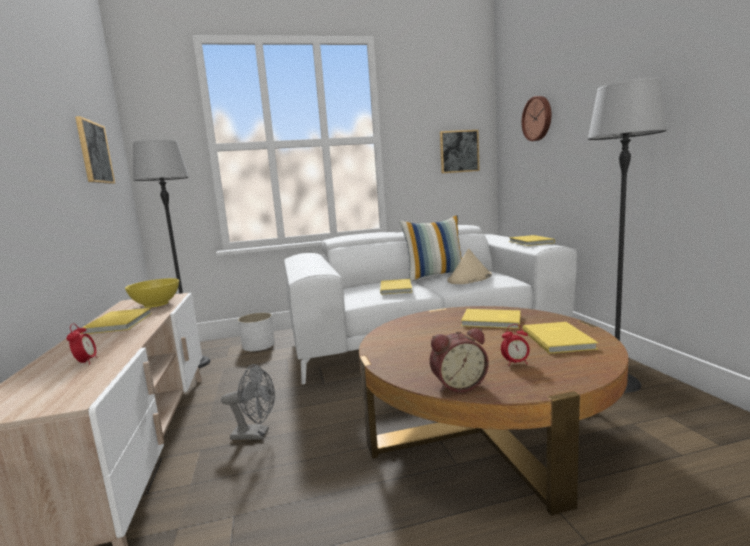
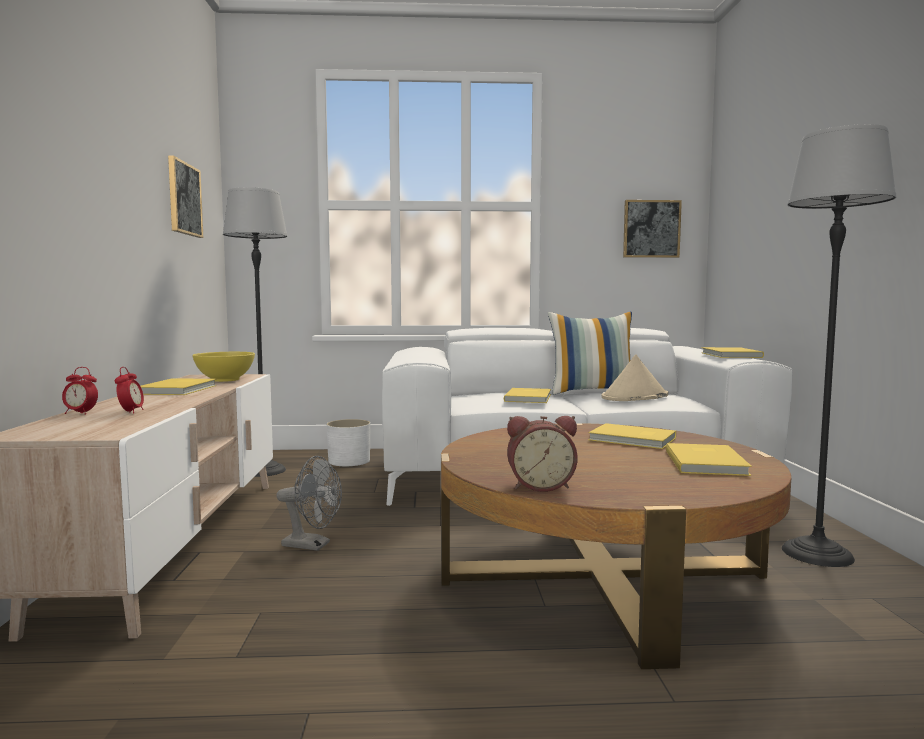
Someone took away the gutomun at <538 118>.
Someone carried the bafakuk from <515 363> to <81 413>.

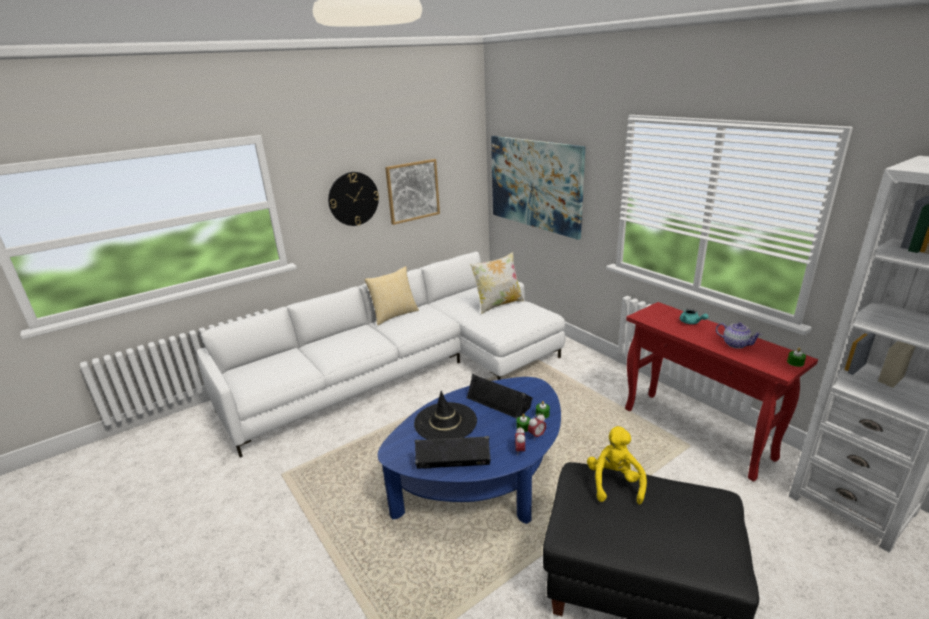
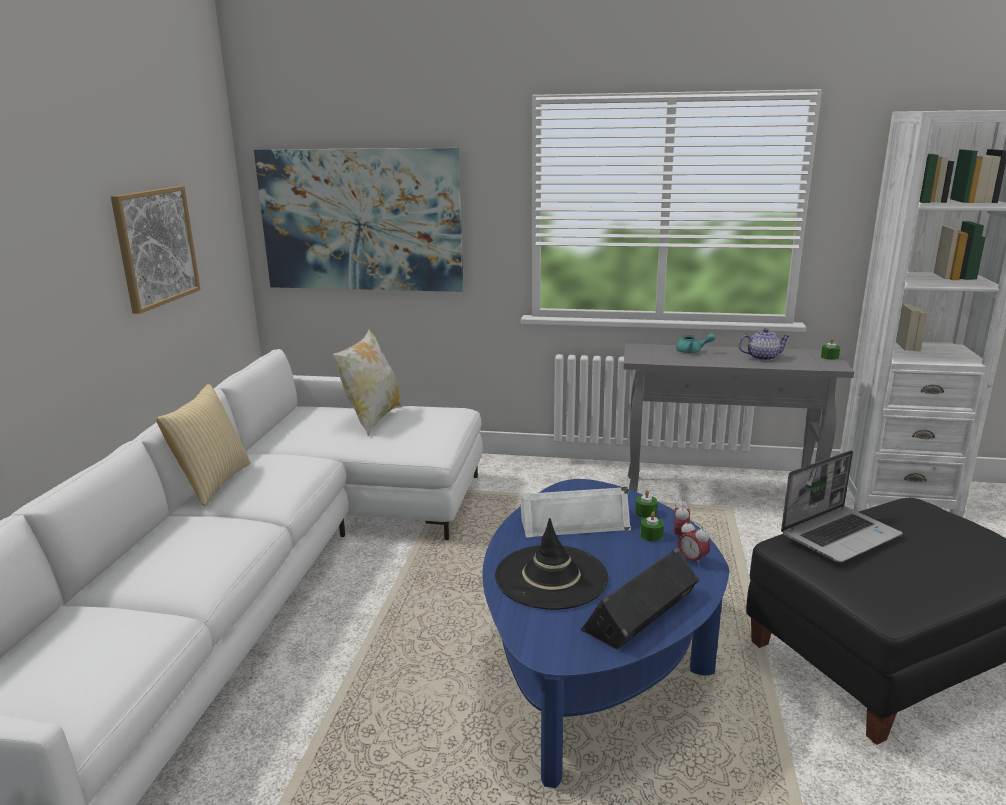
Someone took away the gutomun at <353 199>.
Someone repainted the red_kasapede at <697 433>, which became the grey_kasapede at <720 494>.
Someone repainted the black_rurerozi at <499 401>, which became the white_rurerozi at <574 522>.
Someone swapped the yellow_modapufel at <614 483> for the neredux at <840 535>.

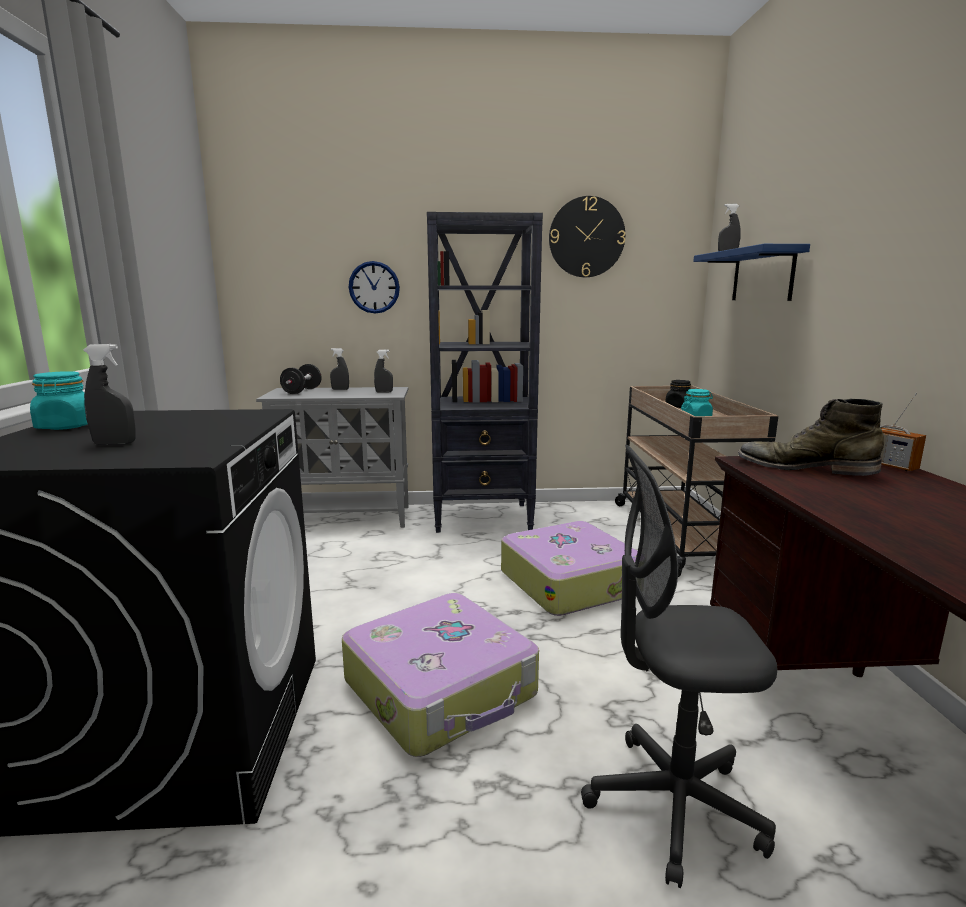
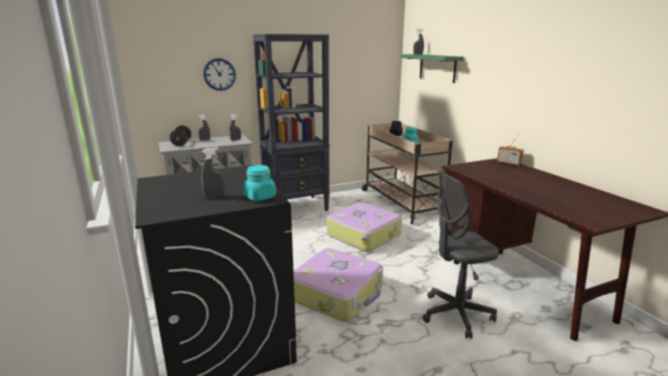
Someone took away the gutomun at <586 237>.
Someone repainted the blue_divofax at <762 275>, which became the green_divofax at <437 68>.
Someone carried the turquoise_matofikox from <66 426> to <260 197>.
Someone took away the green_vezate at <804 467>.

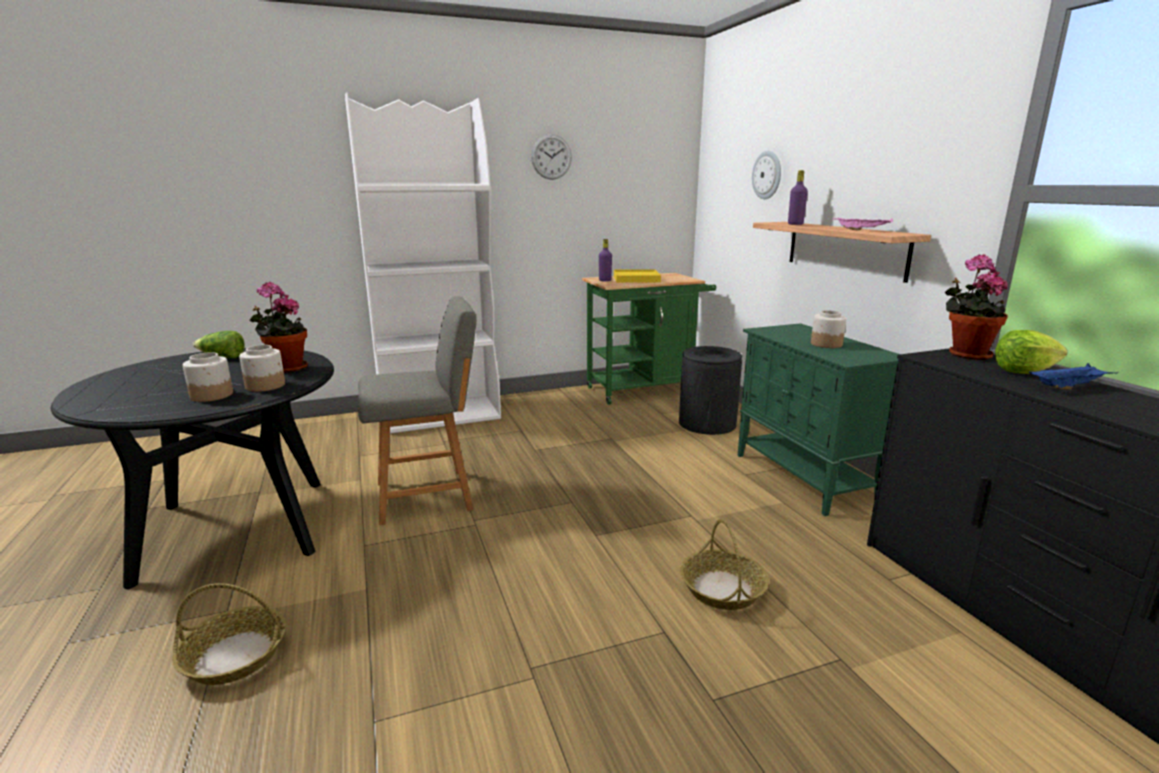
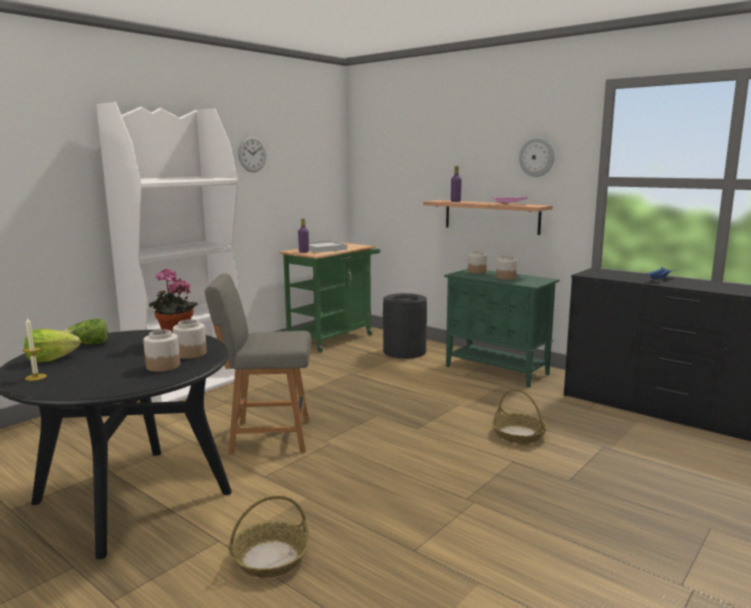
Someone carried the gutomun from <767 175> to <537 157>.
Someone took away the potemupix at <965 354>.
Someone repainted the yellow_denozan at <636 279>, which became the white_denozan at <324 249>.
Someone rotated the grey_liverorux at <428 495> by 135 degrees counterclockwise.
Someone carried the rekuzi from <1024 371> to <51 359>.
Someone put down the matofikox at <477 271>.
Someone put down the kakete at <36 377>.

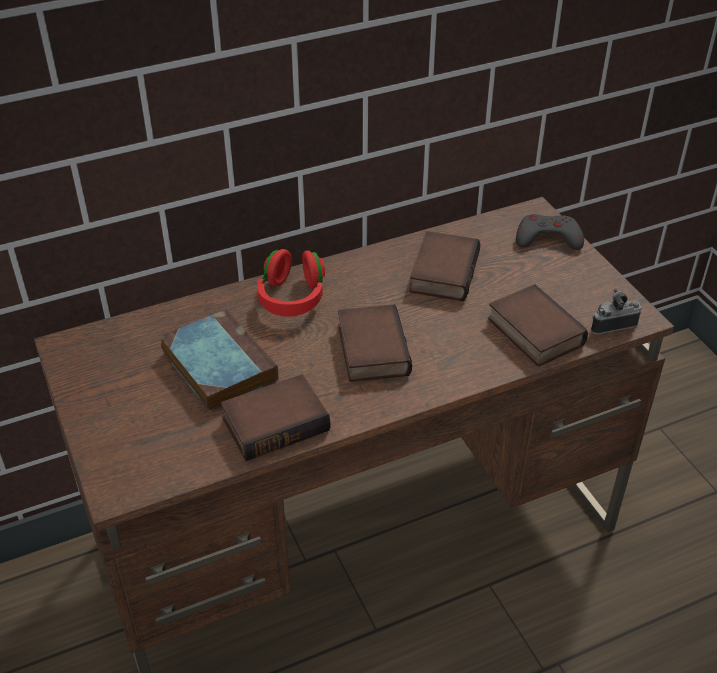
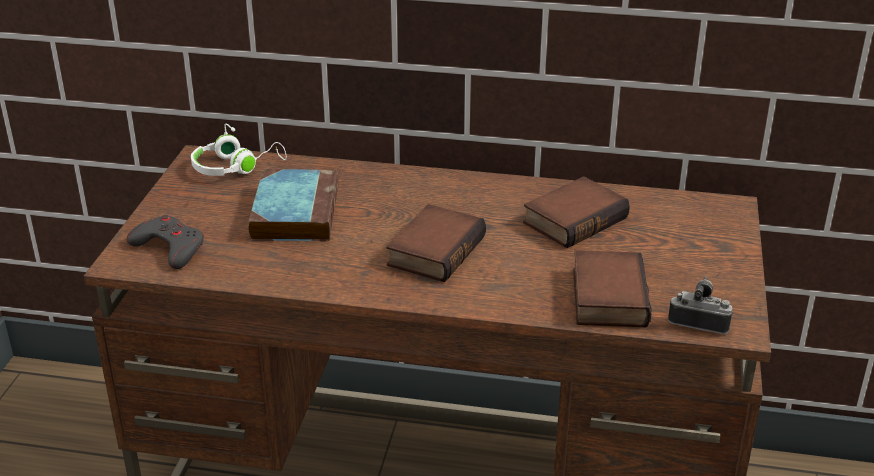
Someone carried the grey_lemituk from <548 238> to <169 248>.
Someone took away the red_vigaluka at <292 298>.
Someone took away the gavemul at <276 422>.
Someone put down the white_vigaluka at <236 167>.

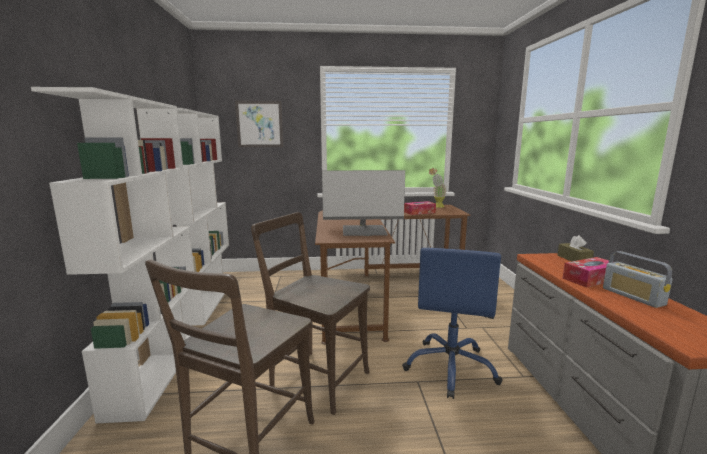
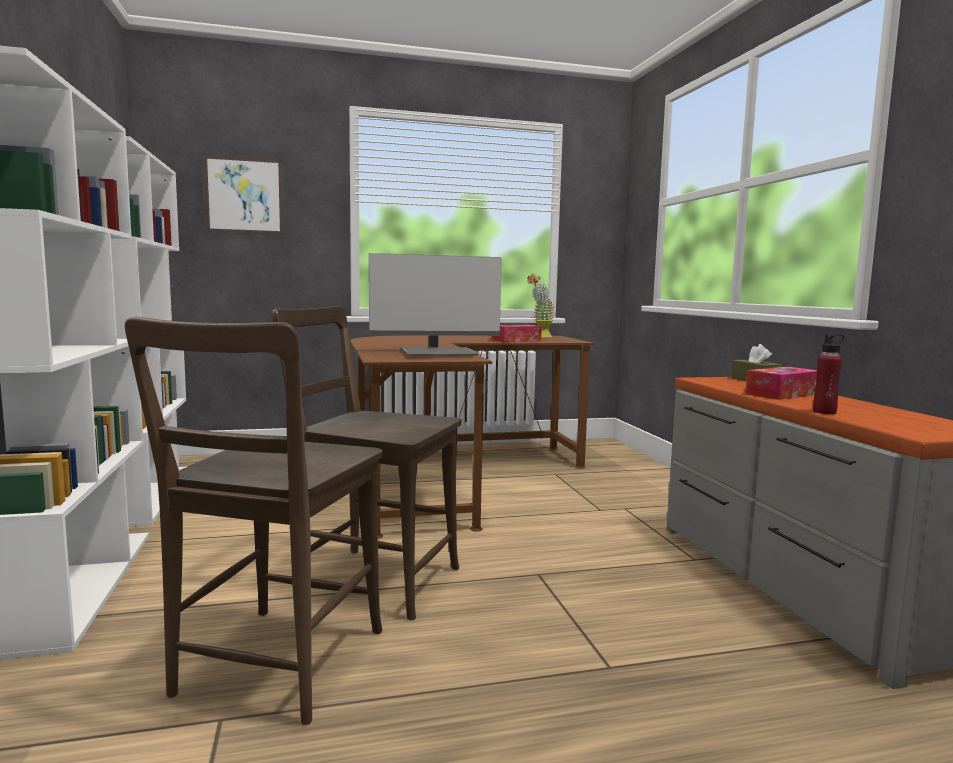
Someone took away the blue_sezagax at <451 368>.
Someone took away the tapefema at <633 296>.
Someone put down the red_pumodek at <824 412>.

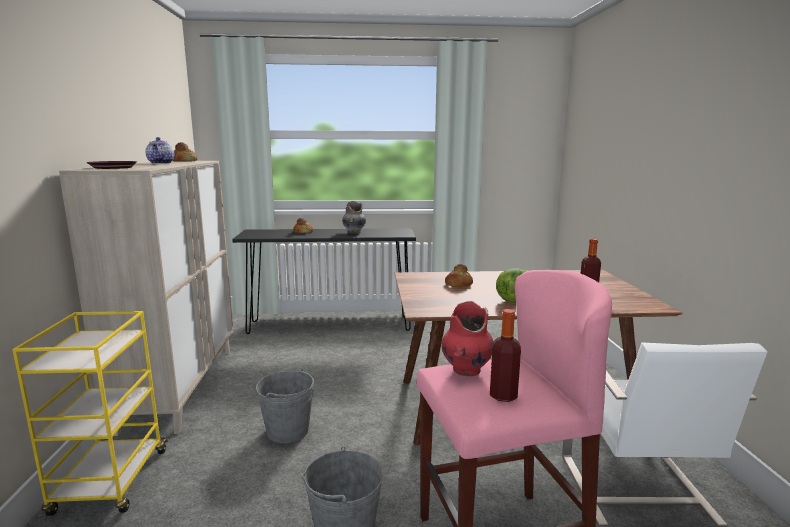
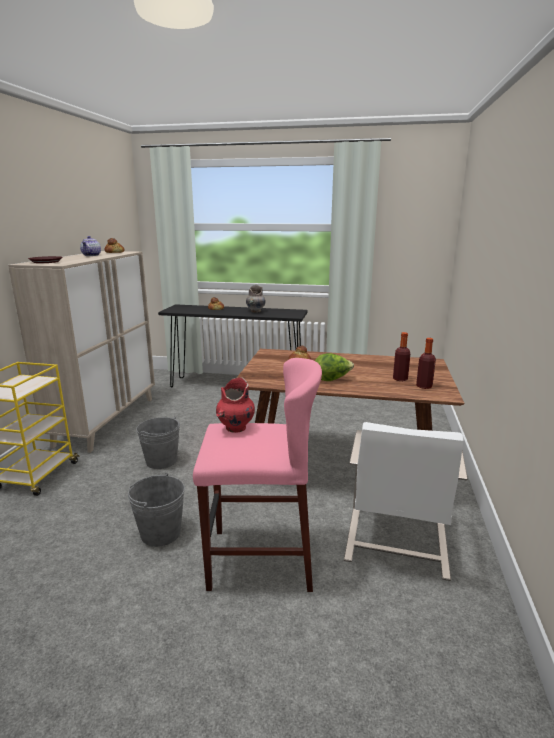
Someone carried the pumodek from <503 395> to <424 386>.

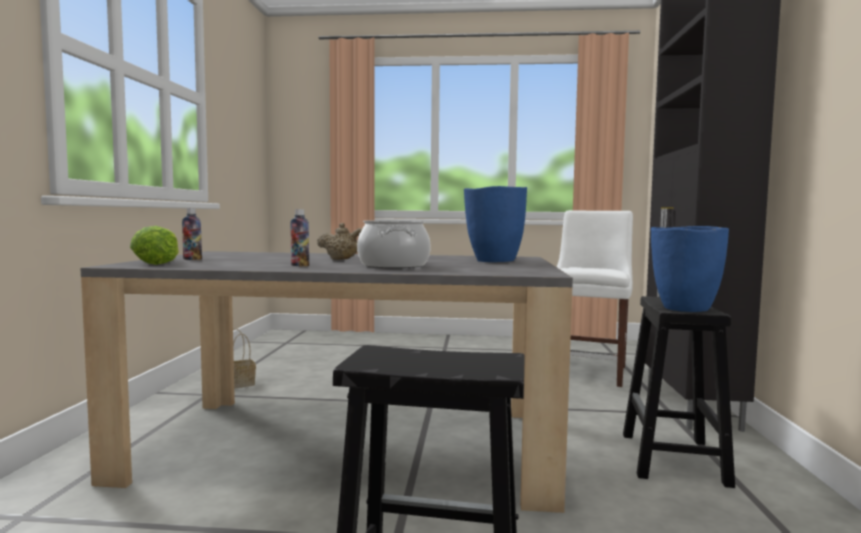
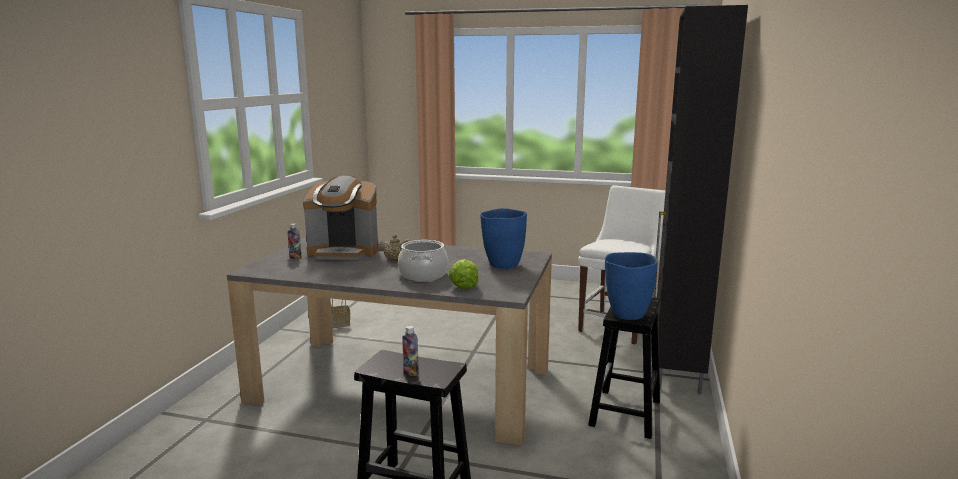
Someone carried the pumodek from <300 265> to <411 372>.
Someone carried the rekuzi from <158 263> to <463 284>.
Someone put down the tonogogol at <344 252>.

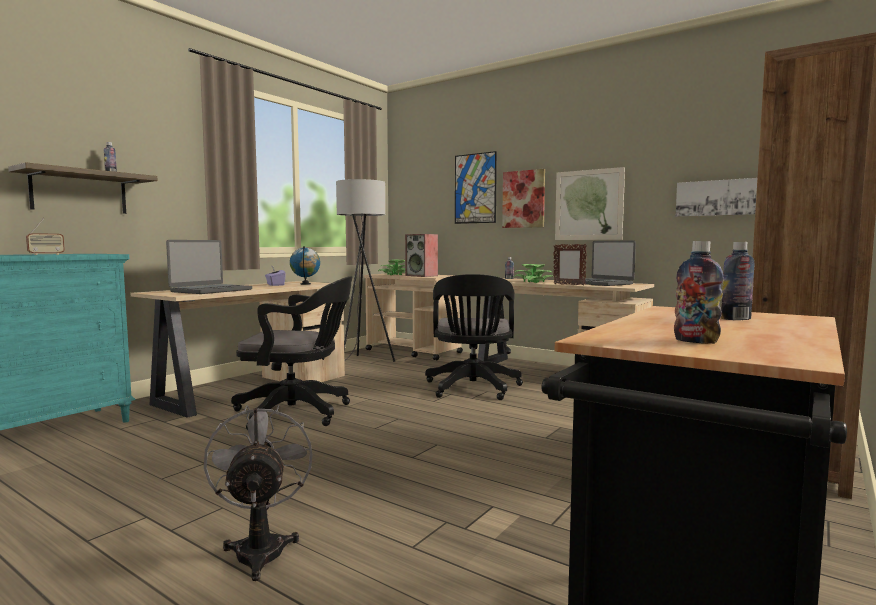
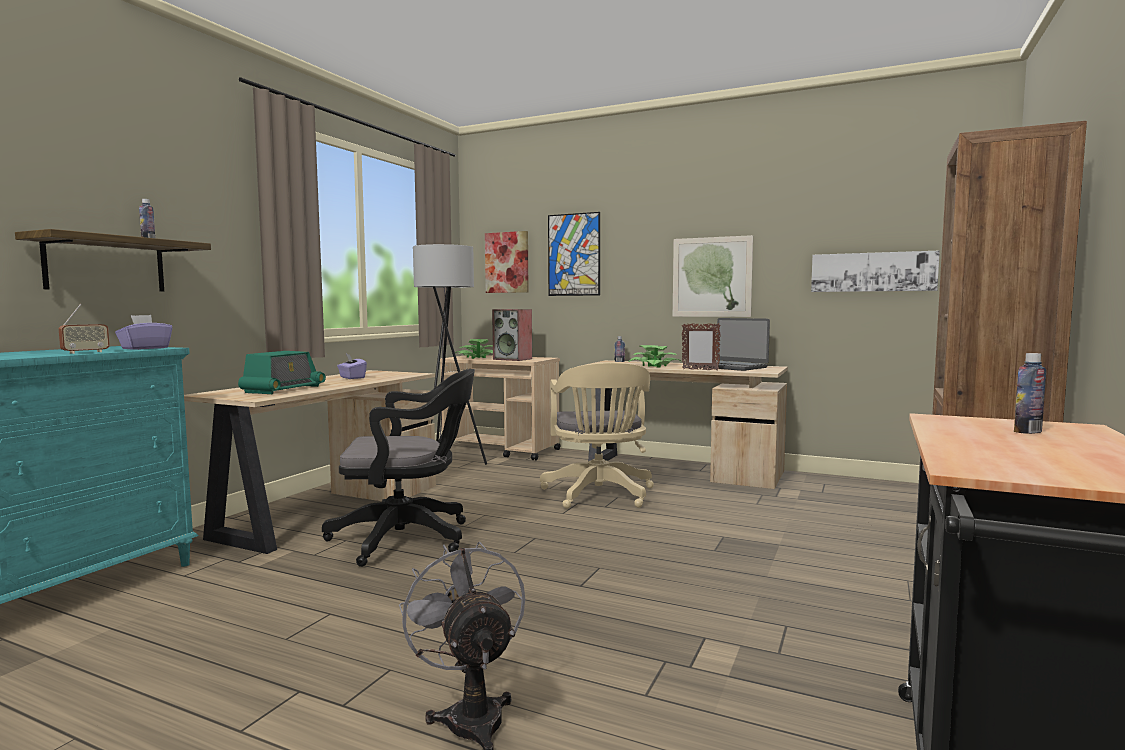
Someone carried the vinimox from <523 199> to <507 262>.
Someone swapped the neredux at <211 290> for the tapefema at <283 389>.
Someone took away the pumodek at <696 341>.
Someone took away the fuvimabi at <305 284>.
Someone repainted the black_sezagax at <472 389>, which became the beige_sezagax at <599 495>.
Someone put down the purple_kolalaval at <145 348>.

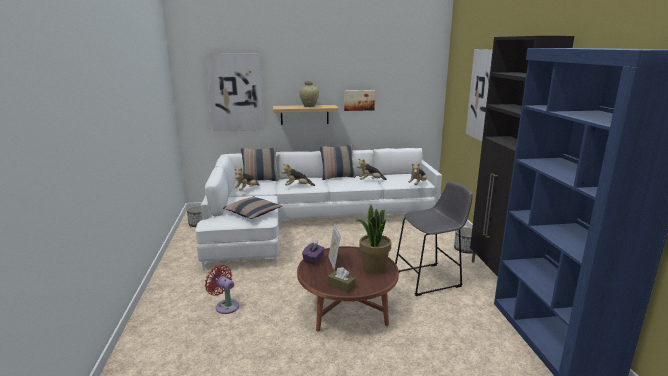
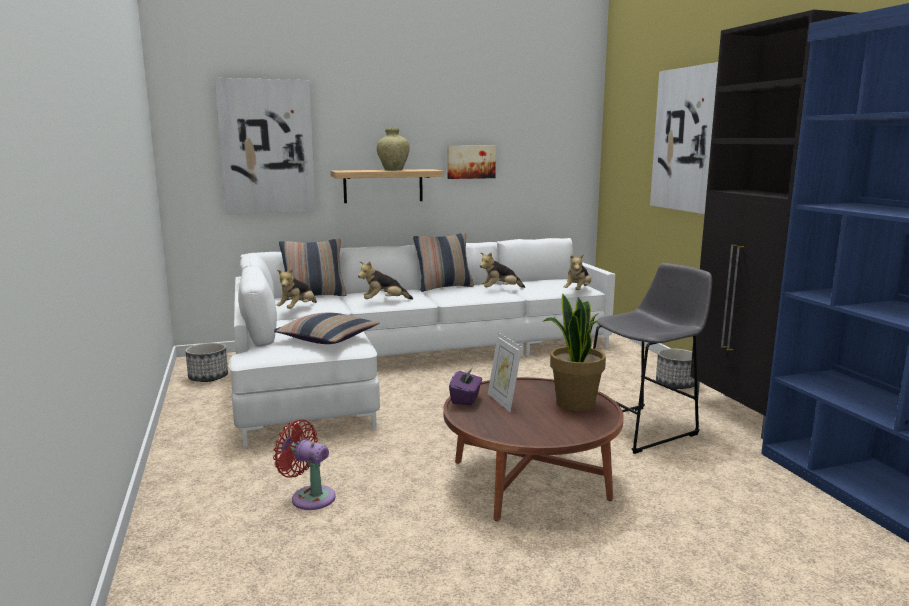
Someone took away the brown_kolalaval at <341 286>.

